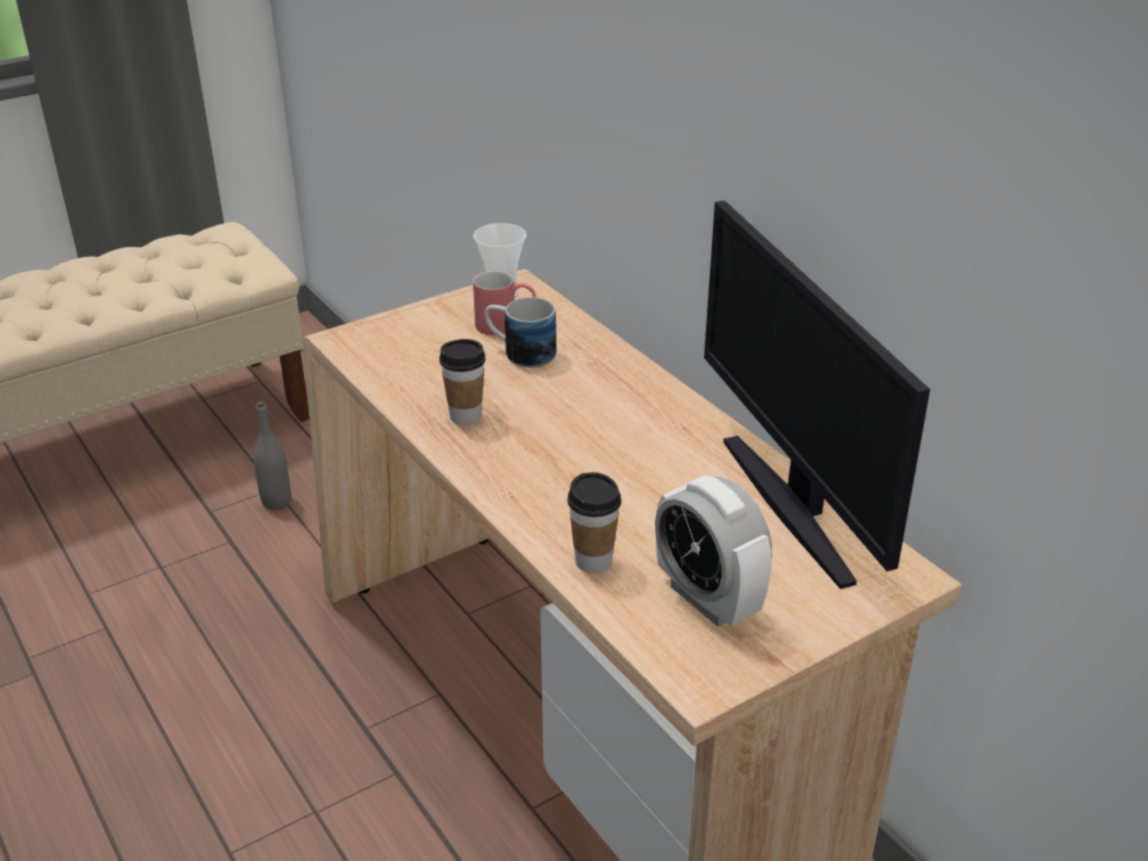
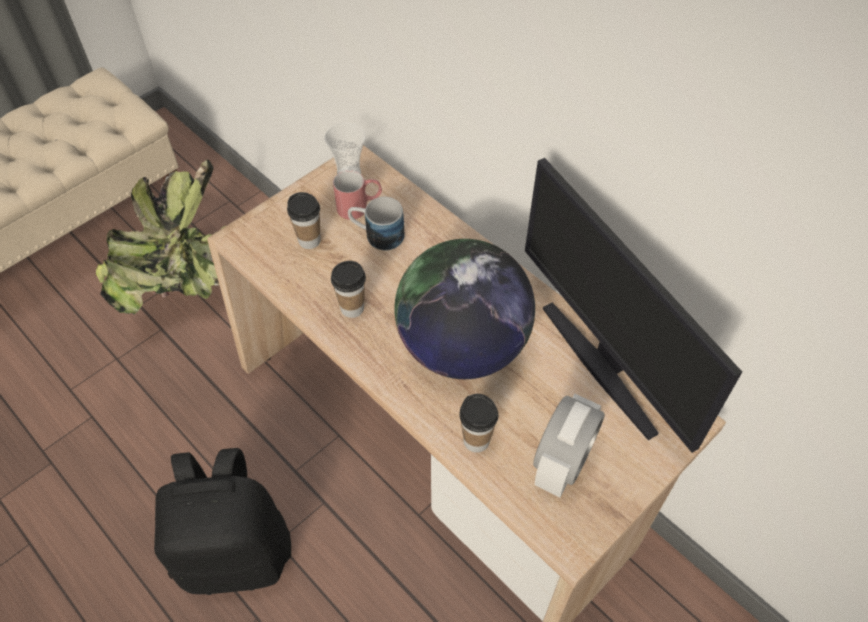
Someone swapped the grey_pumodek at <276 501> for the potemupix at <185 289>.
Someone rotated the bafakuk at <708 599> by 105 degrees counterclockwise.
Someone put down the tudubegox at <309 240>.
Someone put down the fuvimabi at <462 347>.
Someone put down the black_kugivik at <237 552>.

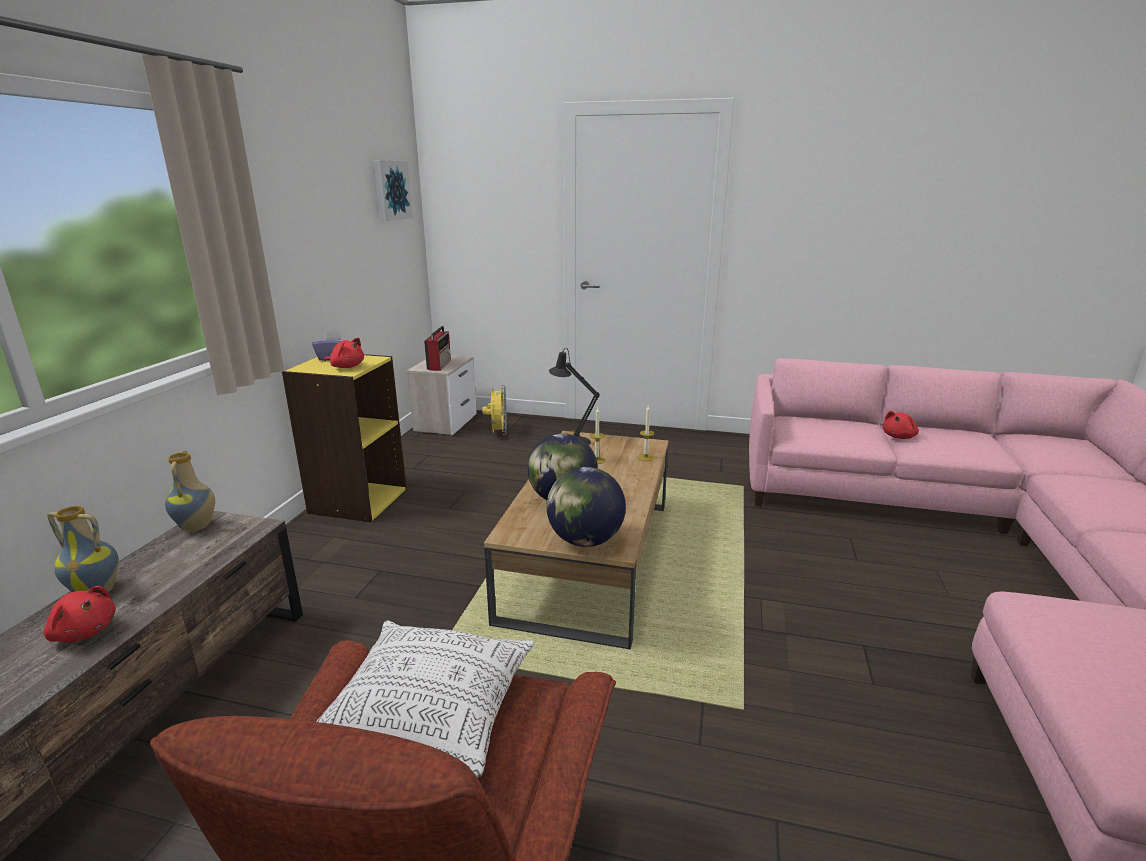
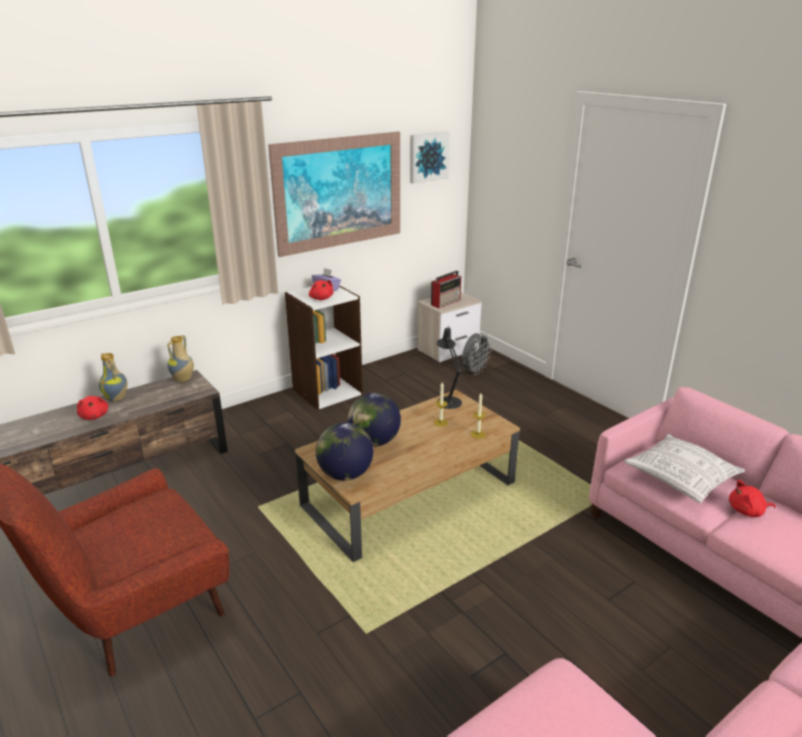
Someone repainted the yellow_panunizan at <357 500>, which became the white_panunizan at <327 391>.
Someone repainted the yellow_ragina at <498 433>, which became the grey_ragina at <474 372>.
Someone carried the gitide from <429 712> to <680 478>.
Someone put up the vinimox at <339 192>.

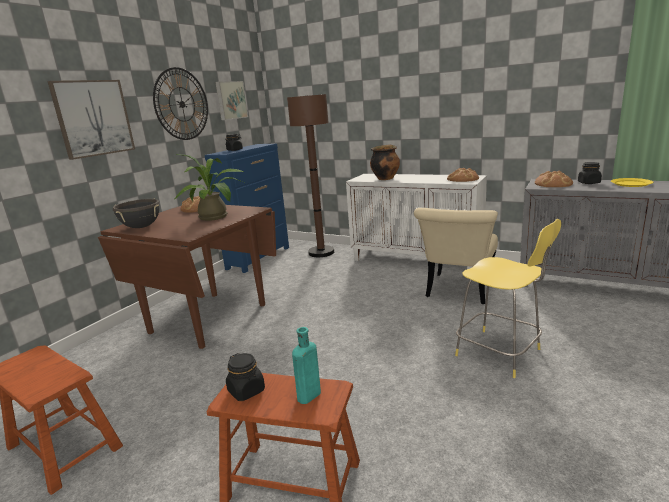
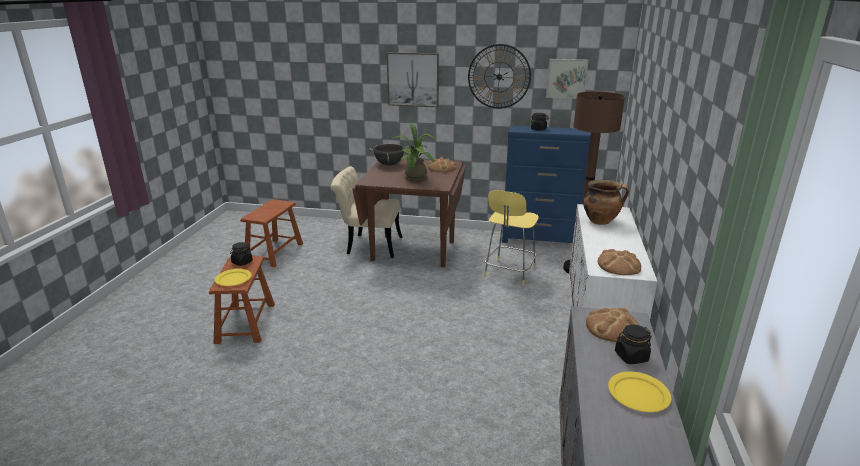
Someone carried the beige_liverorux from <458 292> to <368 245>.
Someone carried the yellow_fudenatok from <500 353> to <509 273>.
Someone swapped the turquoise_pumodek at <307 396> for the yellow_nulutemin at <233 279>.

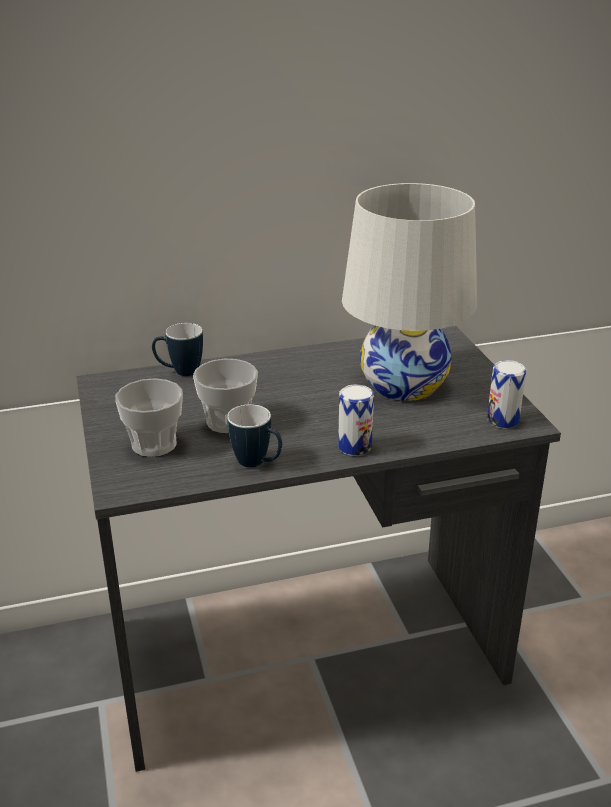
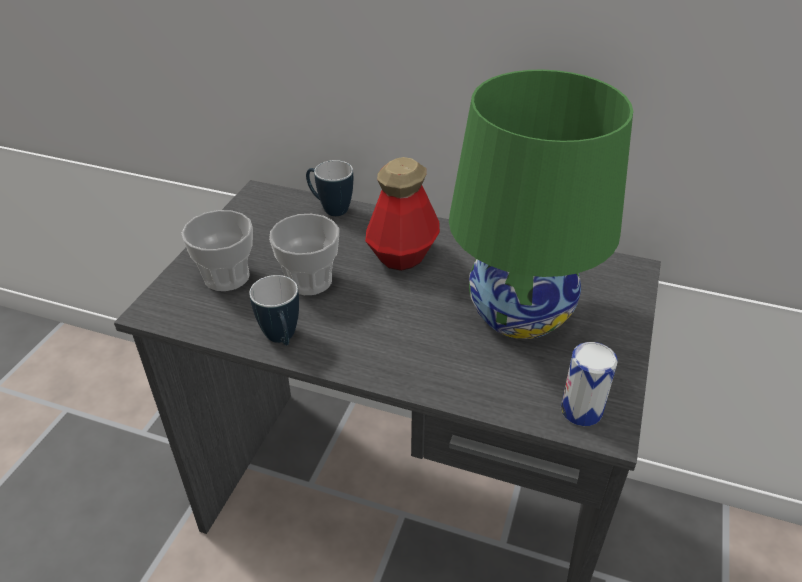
Someone repainted the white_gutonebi at <403 384>, which became the green_gutonebi at <520 311>.
Someone took away the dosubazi at <355 447>.
Someone put down the pumodek at <402 255>.

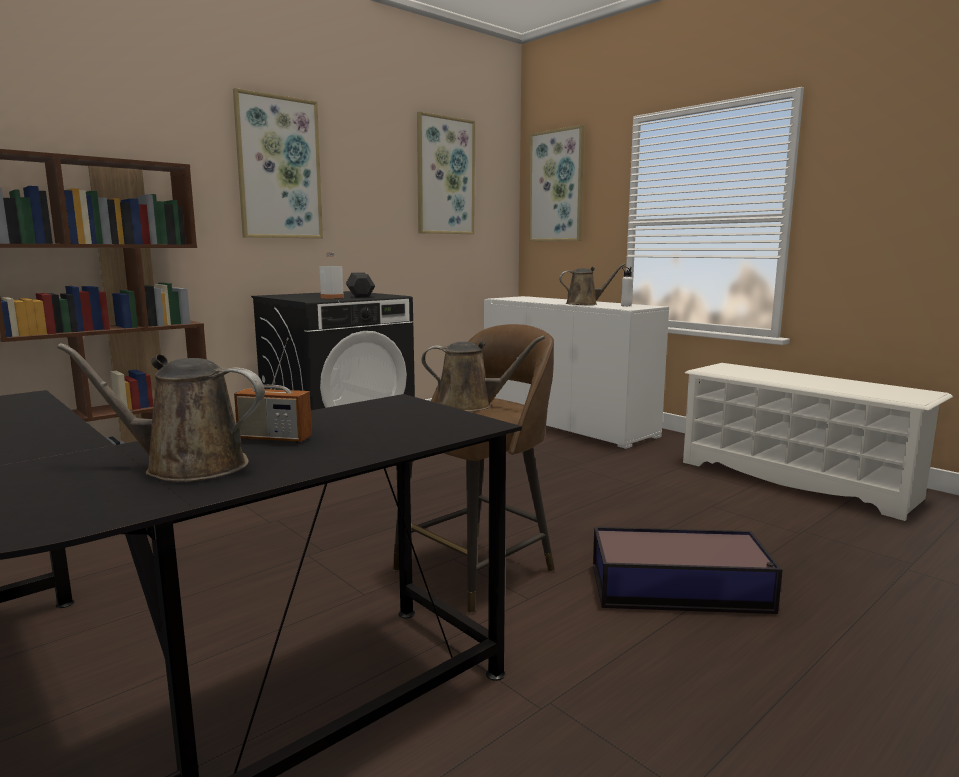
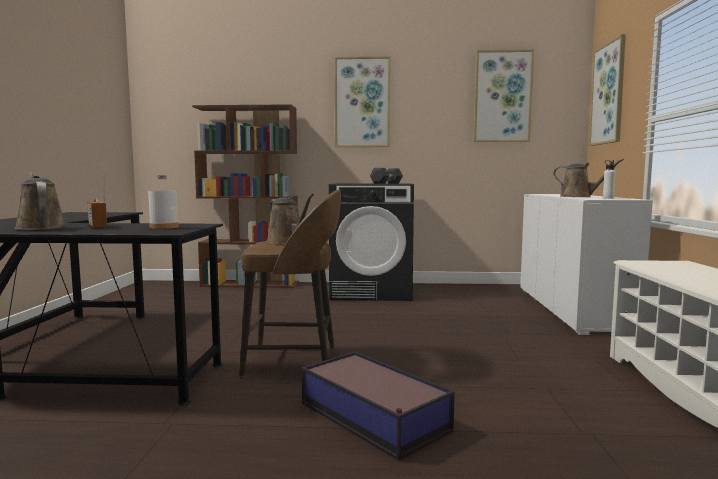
Someone carried the white_pumodek from <332 297> to <164 227>.

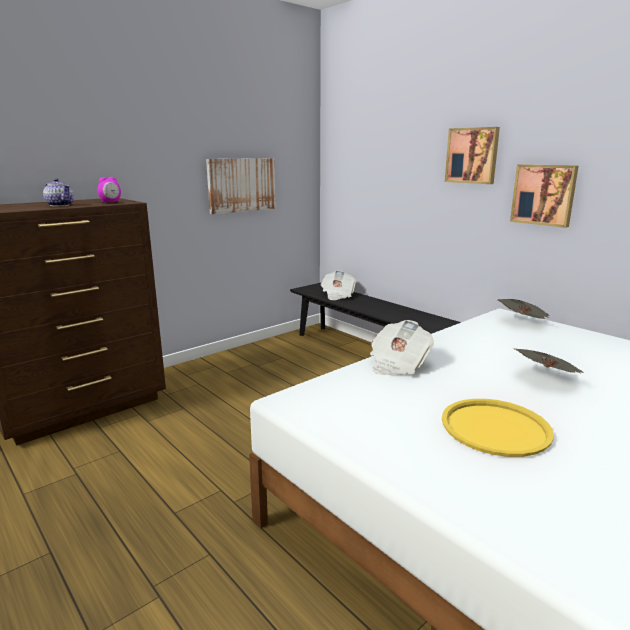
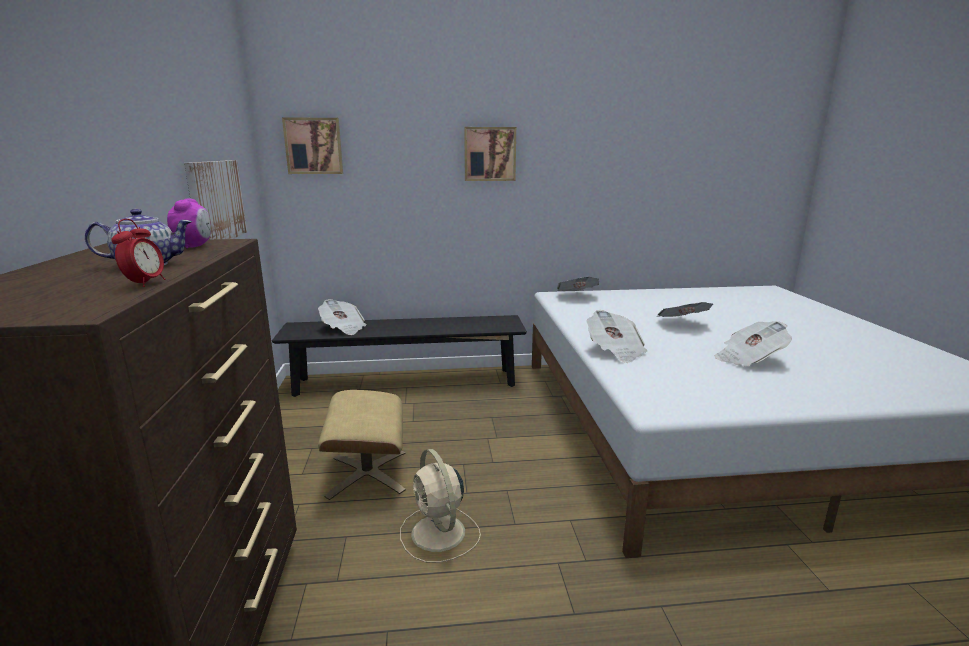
Someone carried the vinimox from <544 194> to <314 146>.
Someone swapped the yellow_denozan at <495 428> for the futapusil at <748 359>.
Someone put down the bafakuk at <145 284>.
Someone put down the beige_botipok at <367 474>.
Someone put down the beige_ragina at <439 534>.

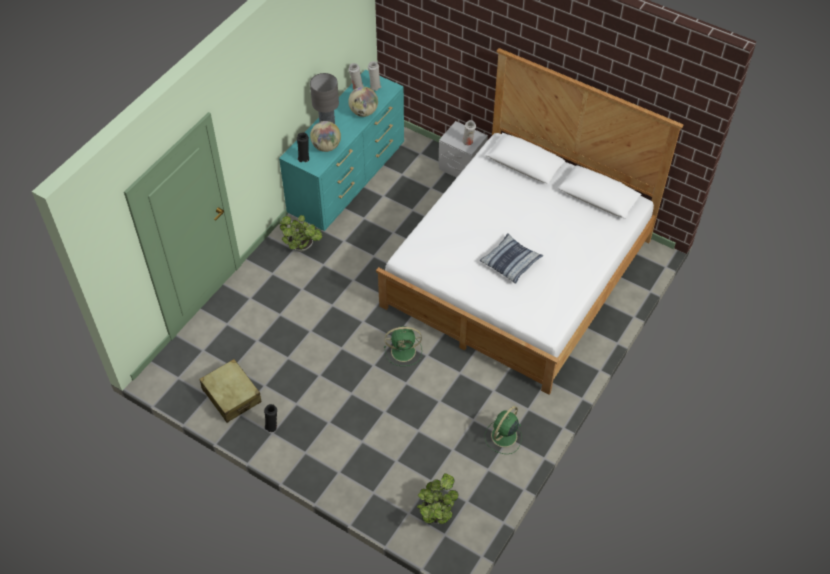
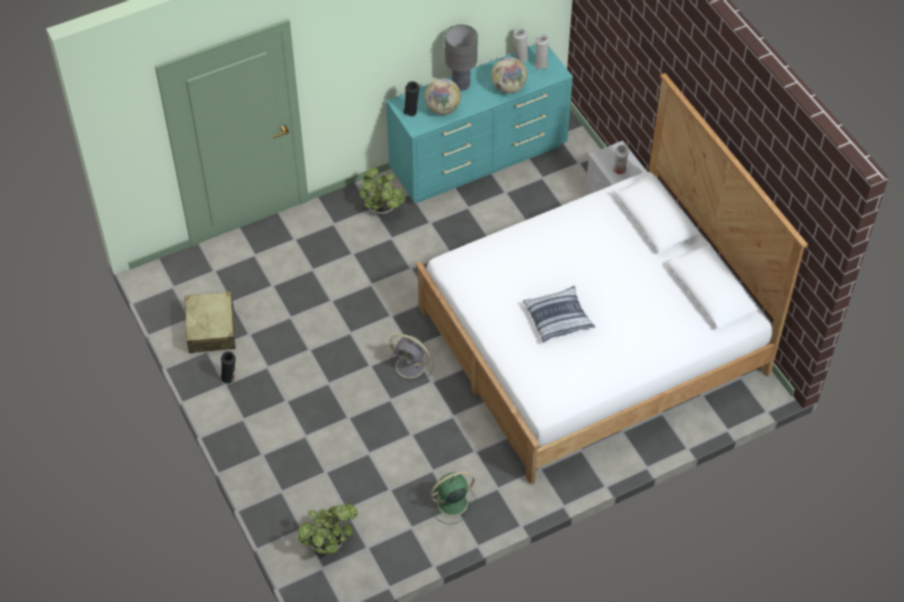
Someone repainted the green_ragina at <404 351>, which became the grey_ragina at <411 366>.

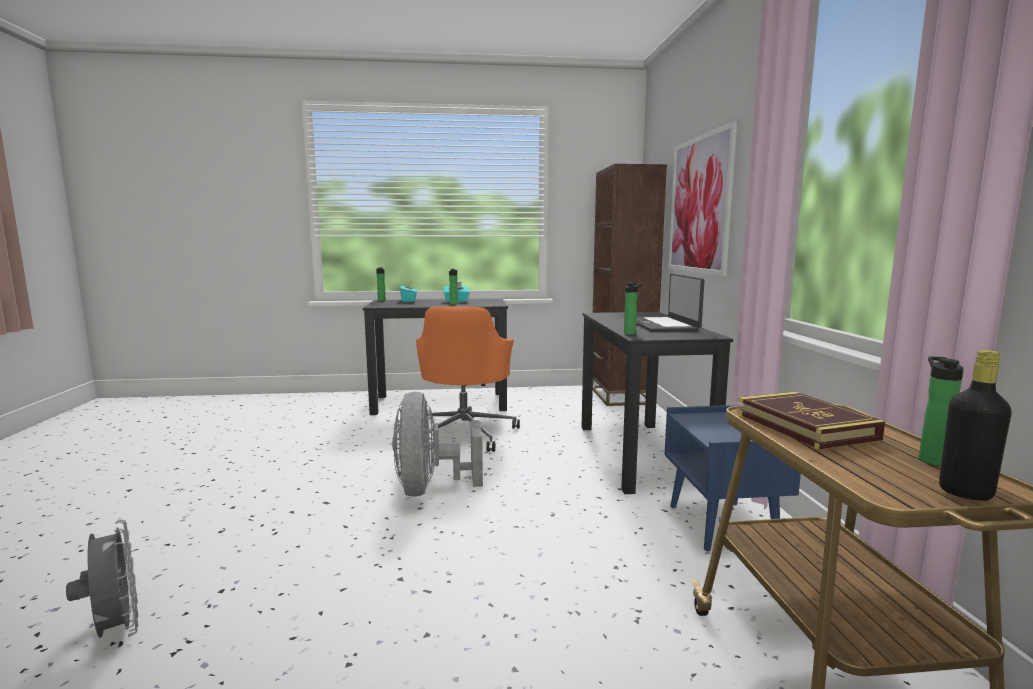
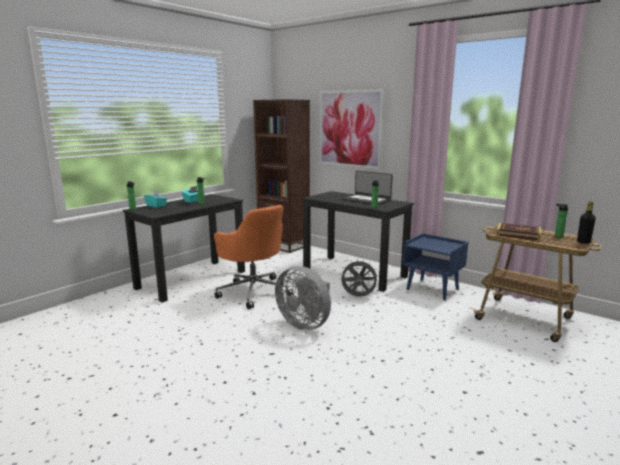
Someone carried the grey_ragina from <116 630> to <358 297>.

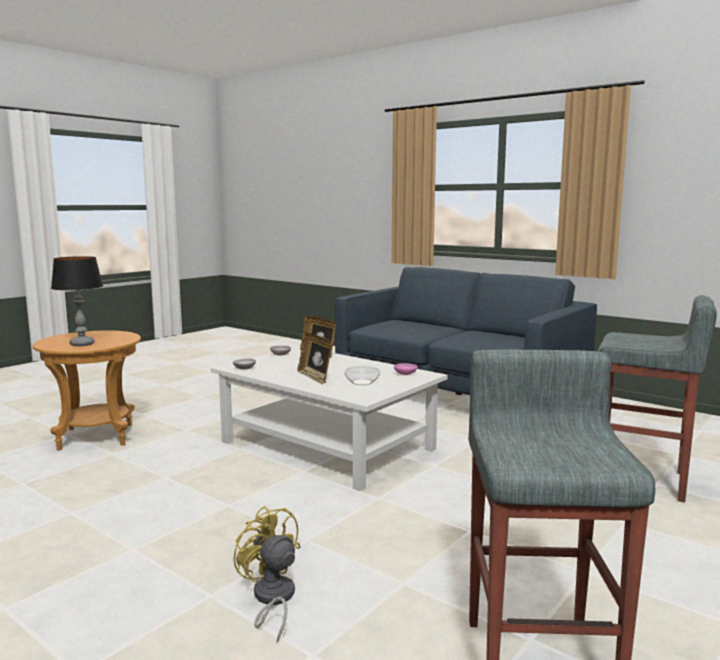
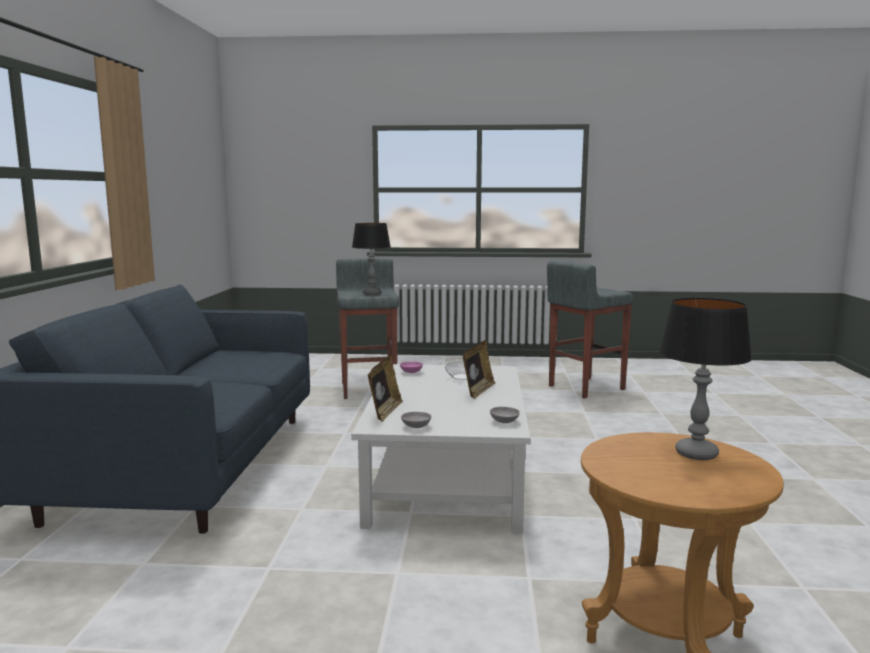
Someone took away the yellow_ragina at <271 599>.
Someone put down the gutonebi at <372 293>.

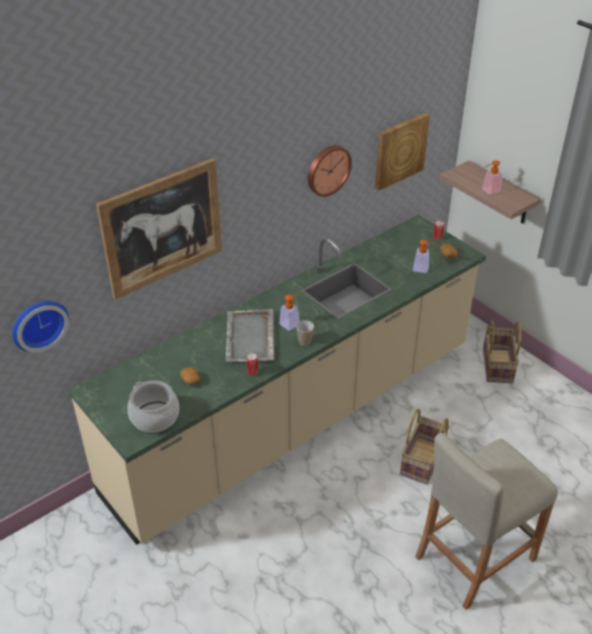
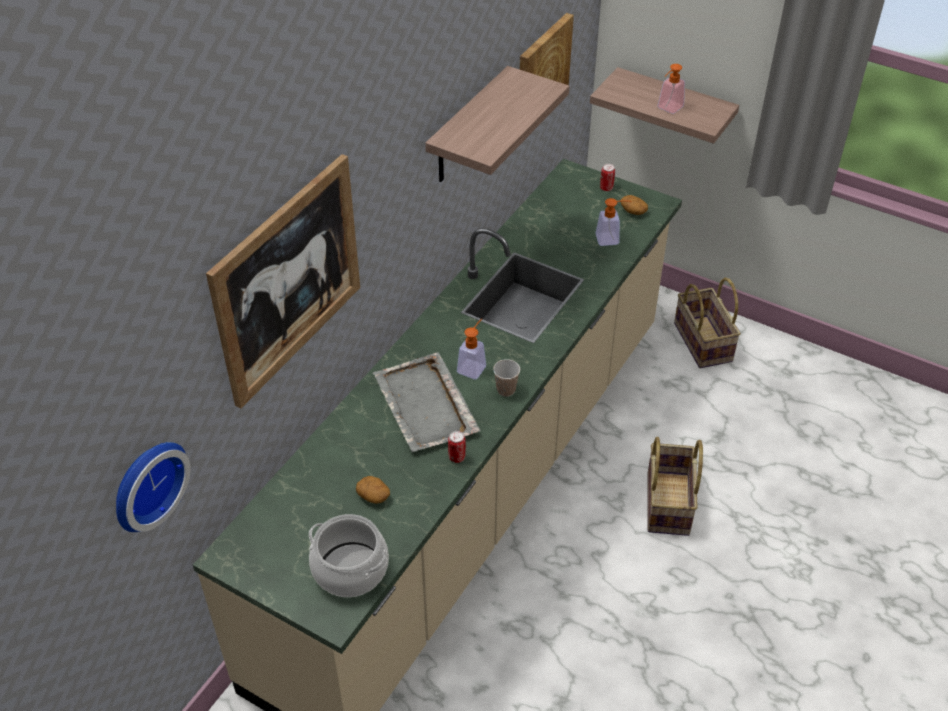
Someone swapped the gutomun at <327 169> for the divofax at <468 128>.
Someone took away the beige_fudenatok at <474 557>.

